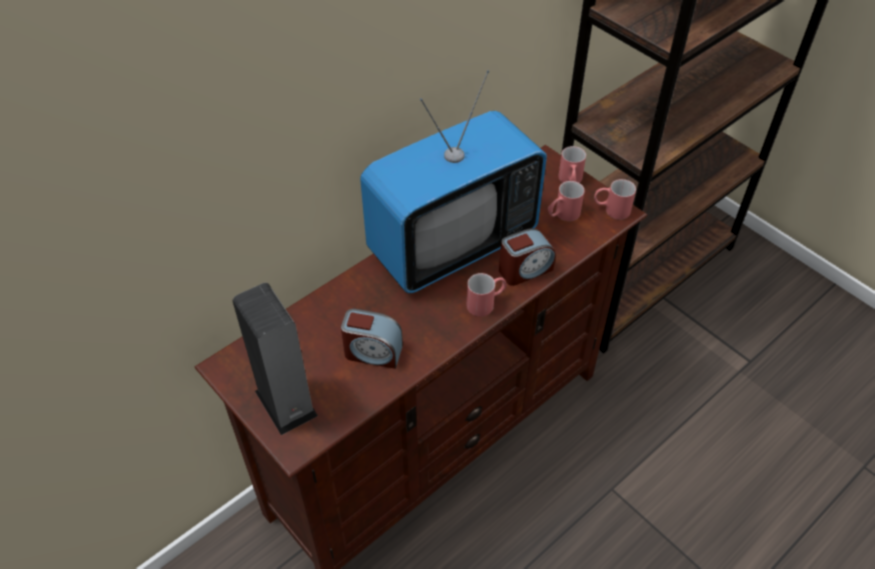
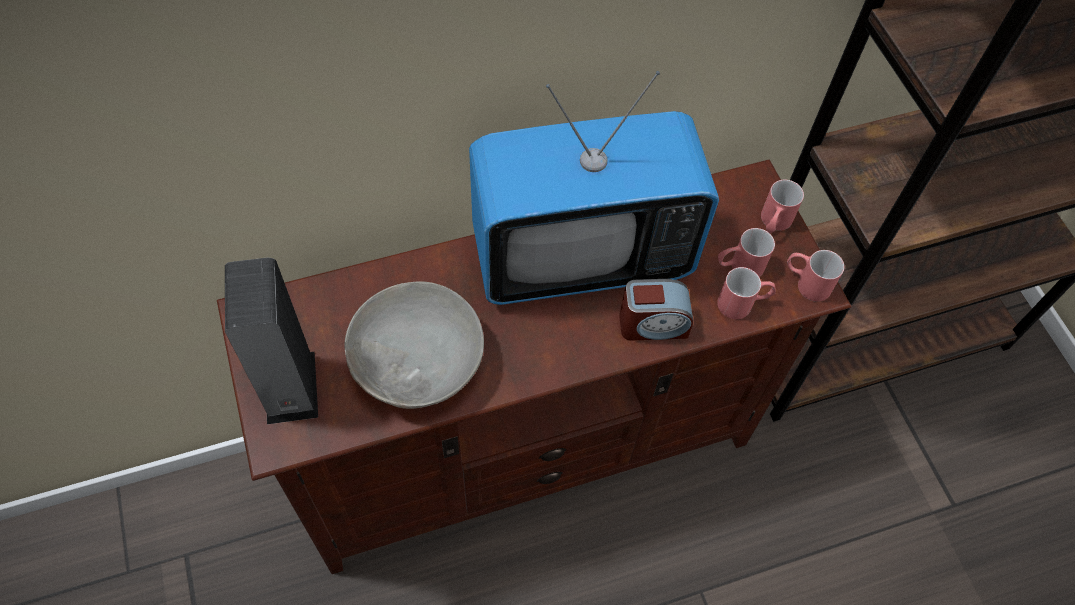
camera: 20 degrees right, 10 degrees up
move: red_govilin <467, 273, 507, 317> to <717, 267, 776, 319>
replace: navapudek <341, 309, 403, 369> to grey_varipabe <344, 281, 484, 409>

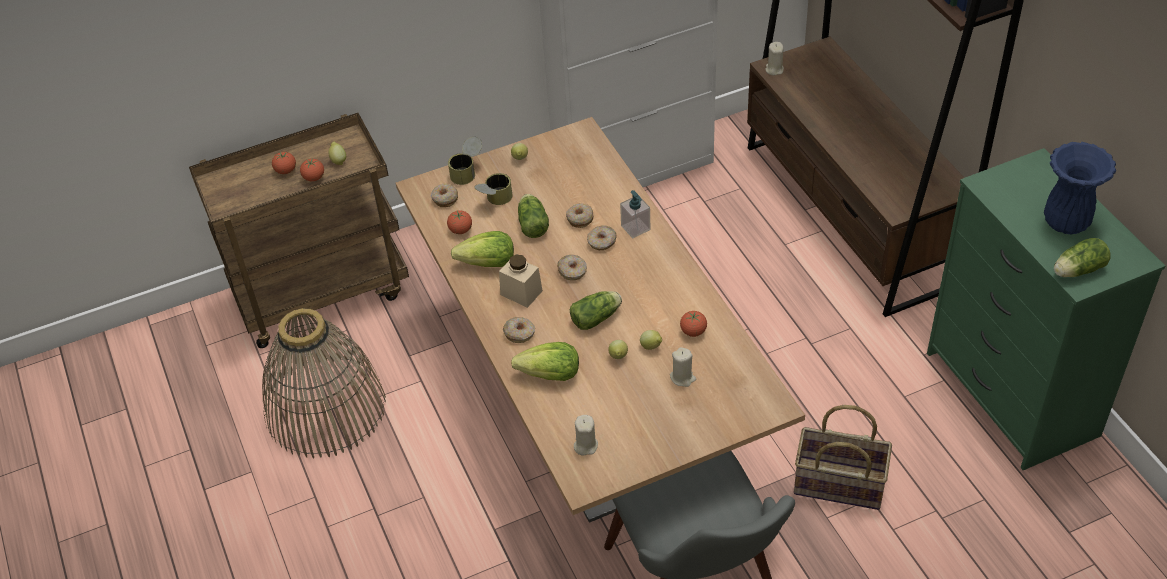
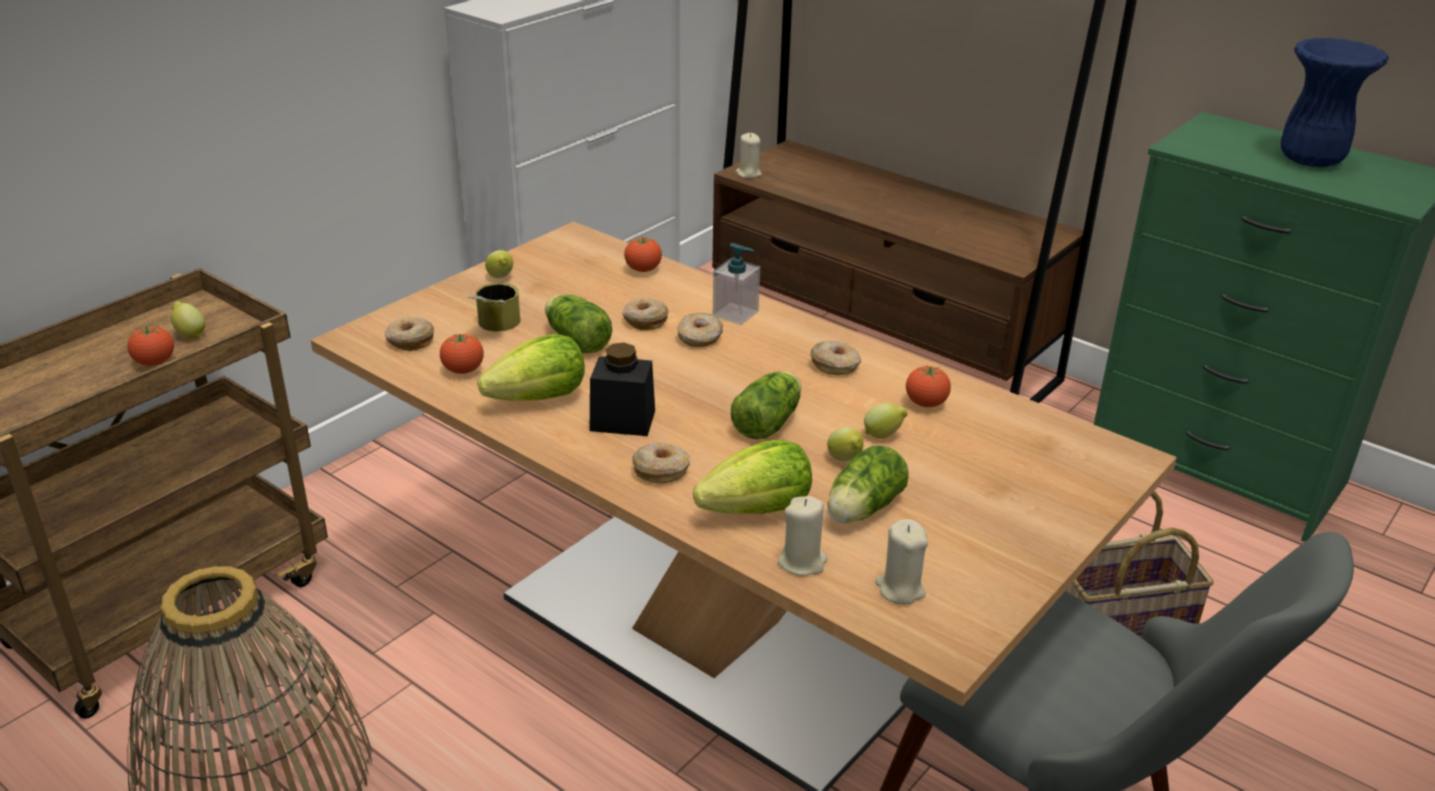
camera: 30 degrees left, 15 degrees down
delete: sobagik <448, 137, 482, 185>
move: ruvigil <272, 152, 296, 174> to <624, 237, 662, 272>; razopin <1054, 238, 1111, 277> to <828, 446, 909, 523>; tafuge <557, 255, 587, 280> to <810, 341, 861, 375>; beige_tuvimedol <670, 347, 696, 387> to <778, 496, 827, 576>
recolor: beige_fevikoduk <499, 255, 543, 308> to black_fevikoduk <590, 343, 655, 436>

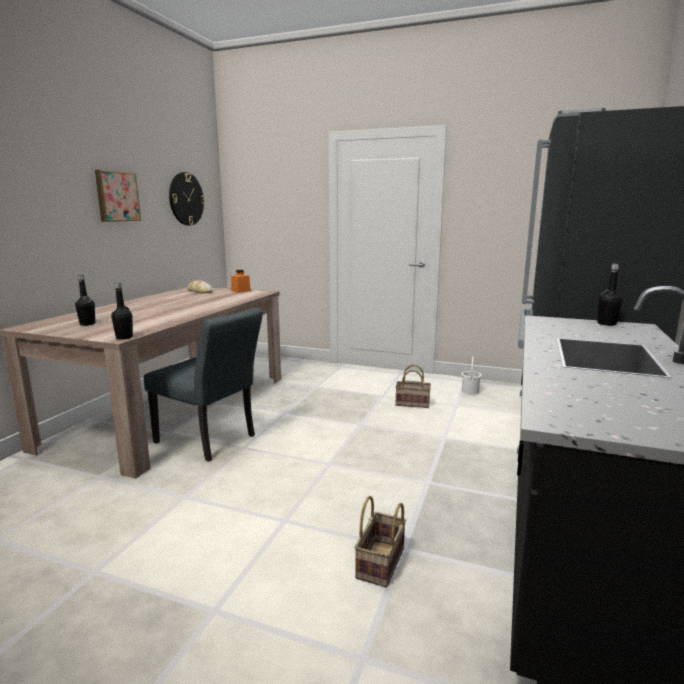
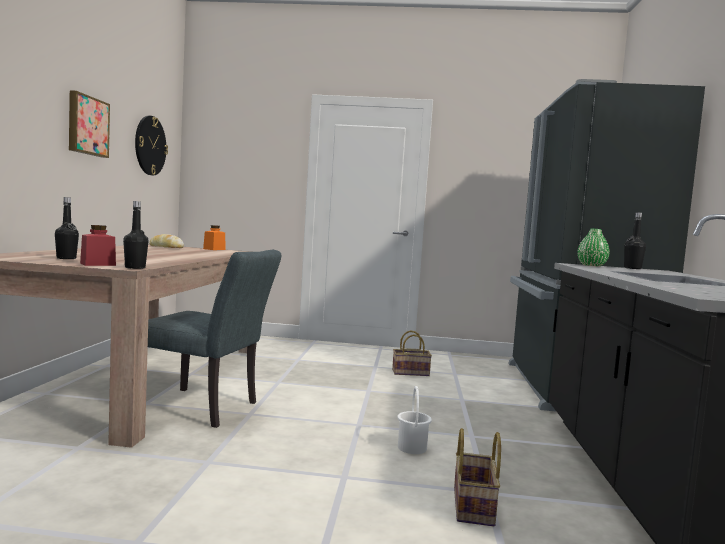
camera: 15 degrees left, 10 degrees down
insert: red_fevikoduk <80, 225, 116, 266>; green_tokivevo <577, 229, 610, 267>
move: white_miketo <461, 357, 482, 395> to <397, 386, 432, 454>

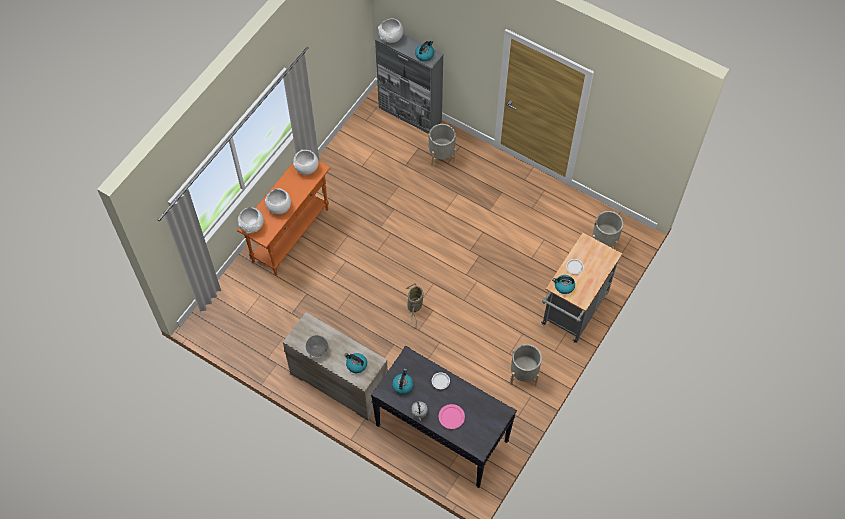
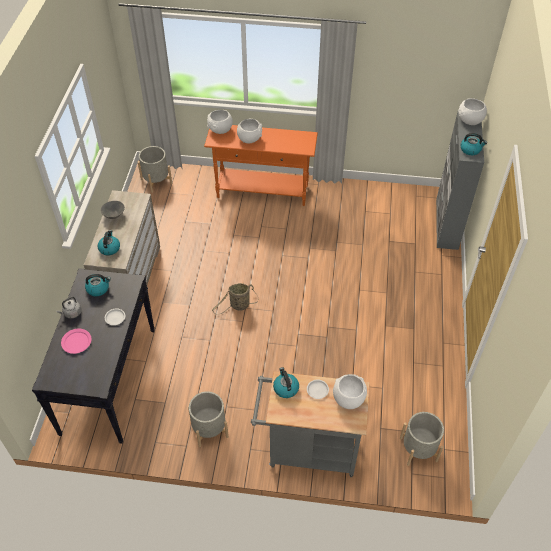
camera: 65 degrees right, 10 degrees down
move: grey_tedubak <428, 124, 456, 166> to <138, 146, 172, 193>; white_varipabe <293, 150, 319, 175> to <333, 374, 367, 409>

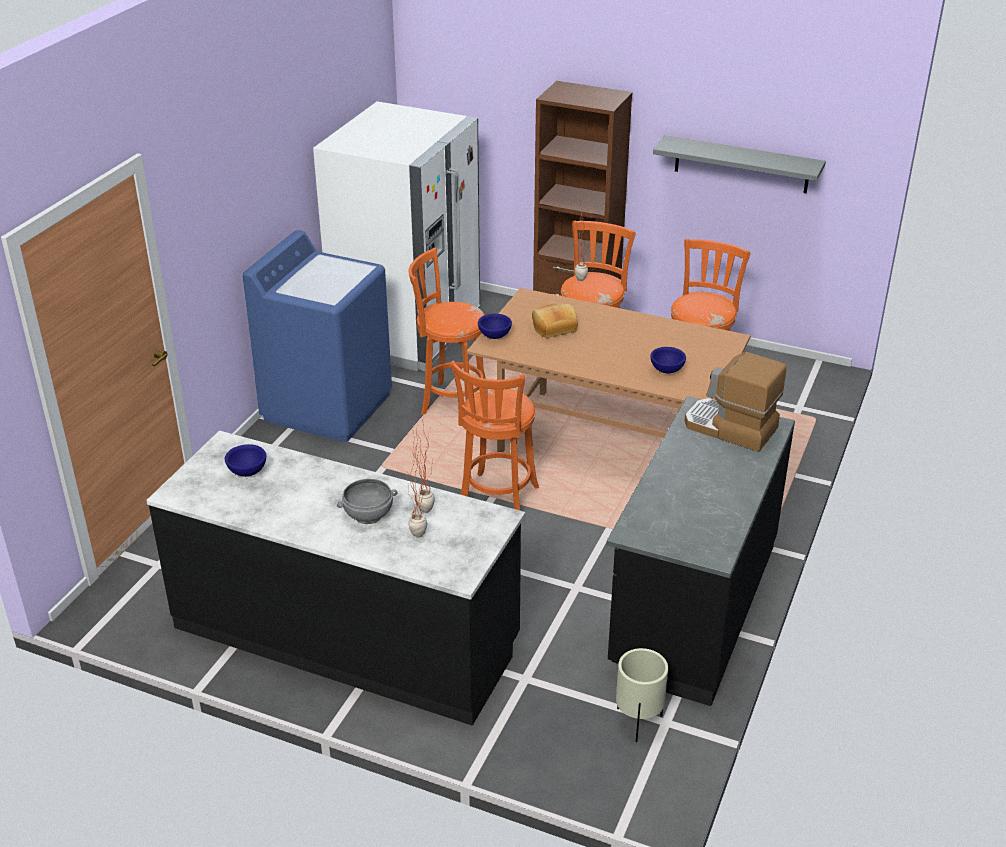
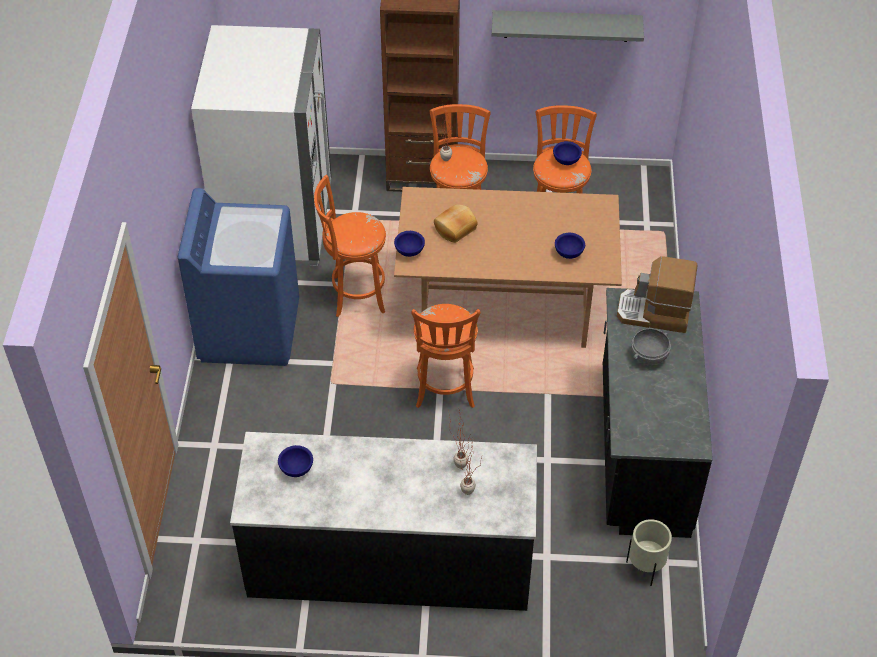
camera: 20 degrees left, 15 degrees up
insert: blue_varipabe <553, 141, 582, 165>
move: grey_varipabe <337, 479, 398, 524> to <631, 328, 671, 365>

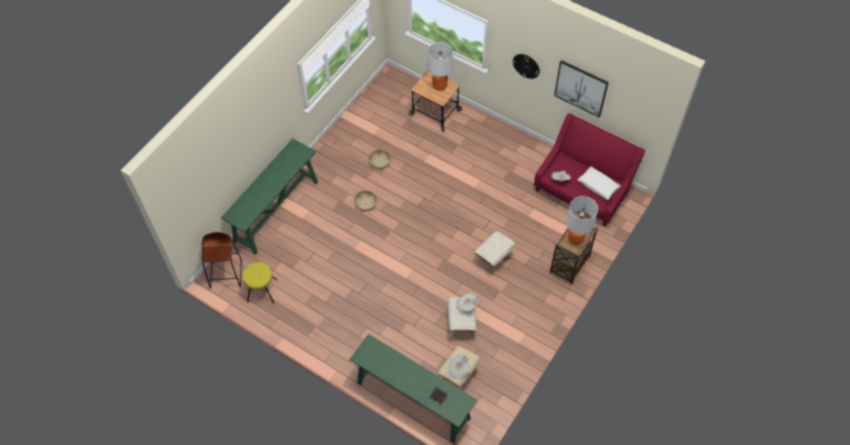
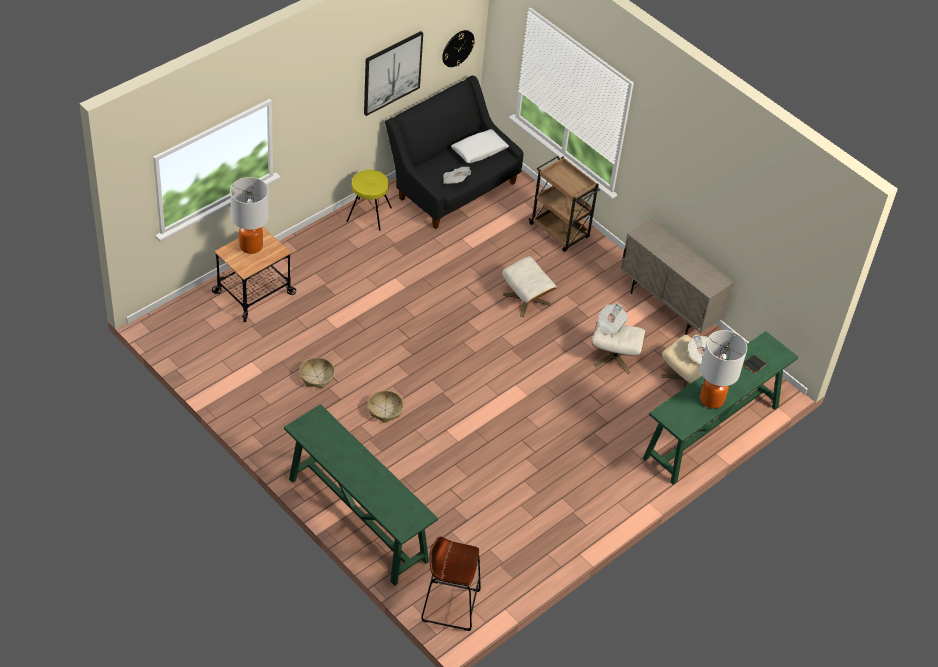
camera: 80 degrees left, 10 degrees down
insert: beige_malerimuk <620, 218, 734, 335>
move: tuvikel <512, 54, 540, 79> to <442, 30, 475, 67>; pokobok <566, 196, 598, 245> to <700, 330, 747, 409>; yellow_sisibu <243, 262, 277, 303> to <346, 170, 392, 231>
recolor: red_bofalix <534, 113, 645, 226> to black_bofalix <385, 76, 523, 229>

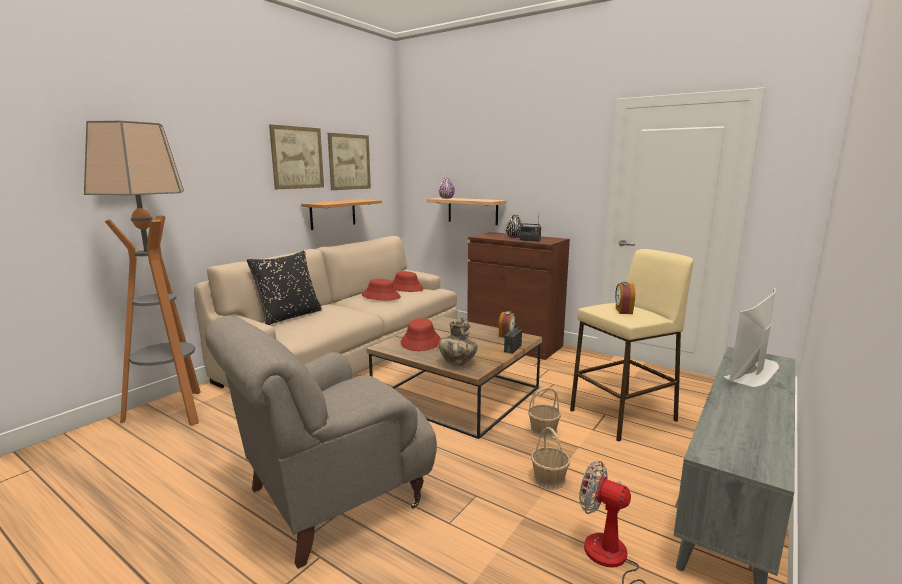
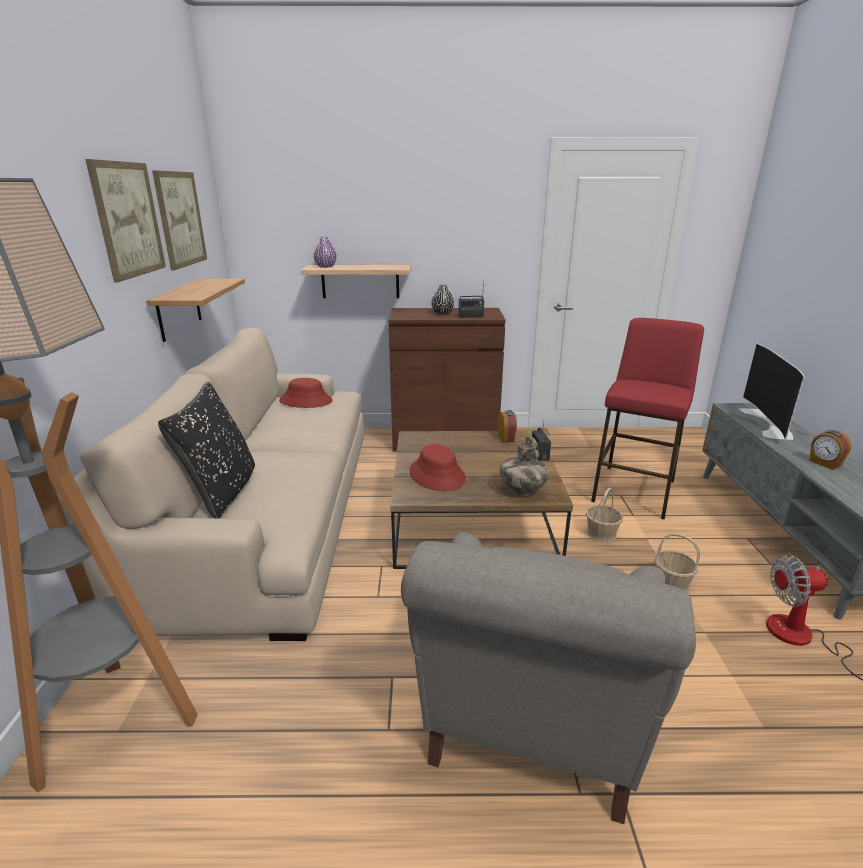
camera: 35 degrees left, 10 degrees up
delete: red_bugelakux <362, 279, 401, 300>
move: navapudek <615, 282, 635, 314> to <809, 430, 852, 470>
recolor: beige_sisibu <570, 249, 693, 442> to red_sisibu <591, 318, 704, 520>

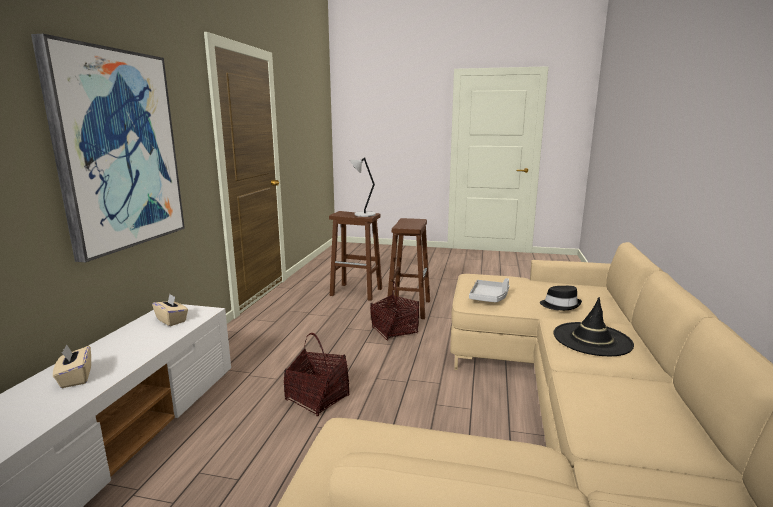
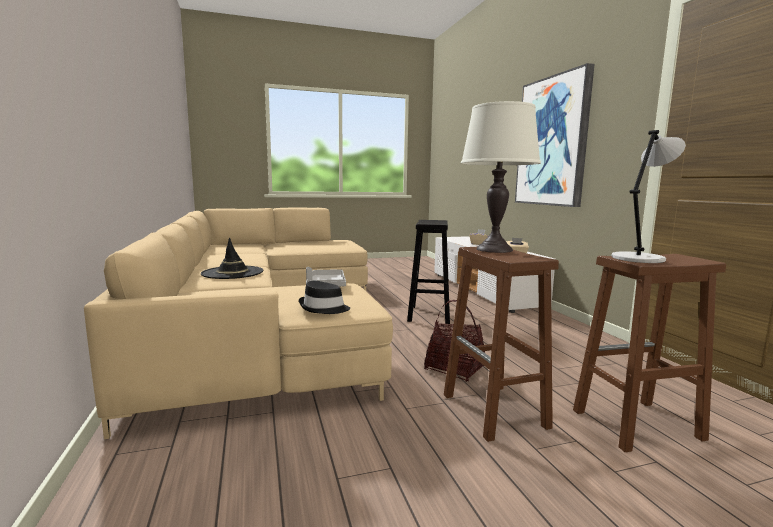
camera: 150 degrees right, 5 degrees down
insert: white_pokobok <461, 101, 541, 253>
move: black_bugelakux <540, 286, 582, 310> to <299, 281, 350, 314>
replace: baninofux <284, 333, 349, 416> to black_sisibu <407, 220, 450, 324>

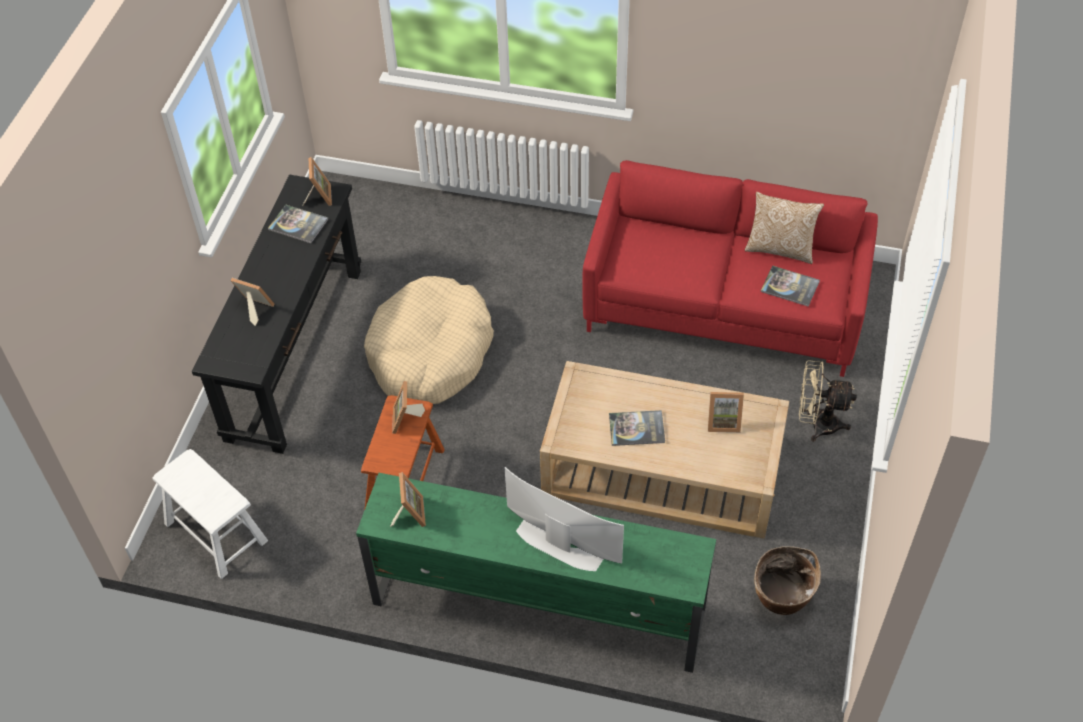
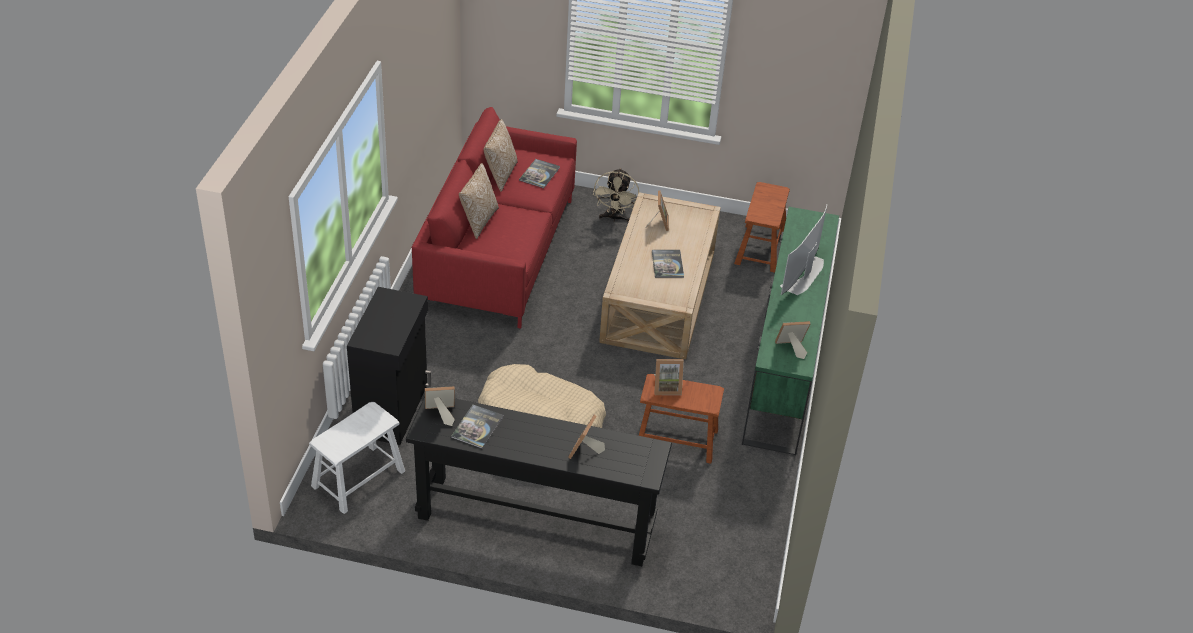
camera: 95 degrees left, 10 degrees down
insert: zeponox <459, 163, 499, 239>; black_malerimuk <347, 287, 431, 445>
move: white_sisibu <152, 449, 268, 579> to <309, 402, 405, 514>
replace: baninofux <754, 546, 821, 615> to brown_sisibu <734, 182, 790, 273>

